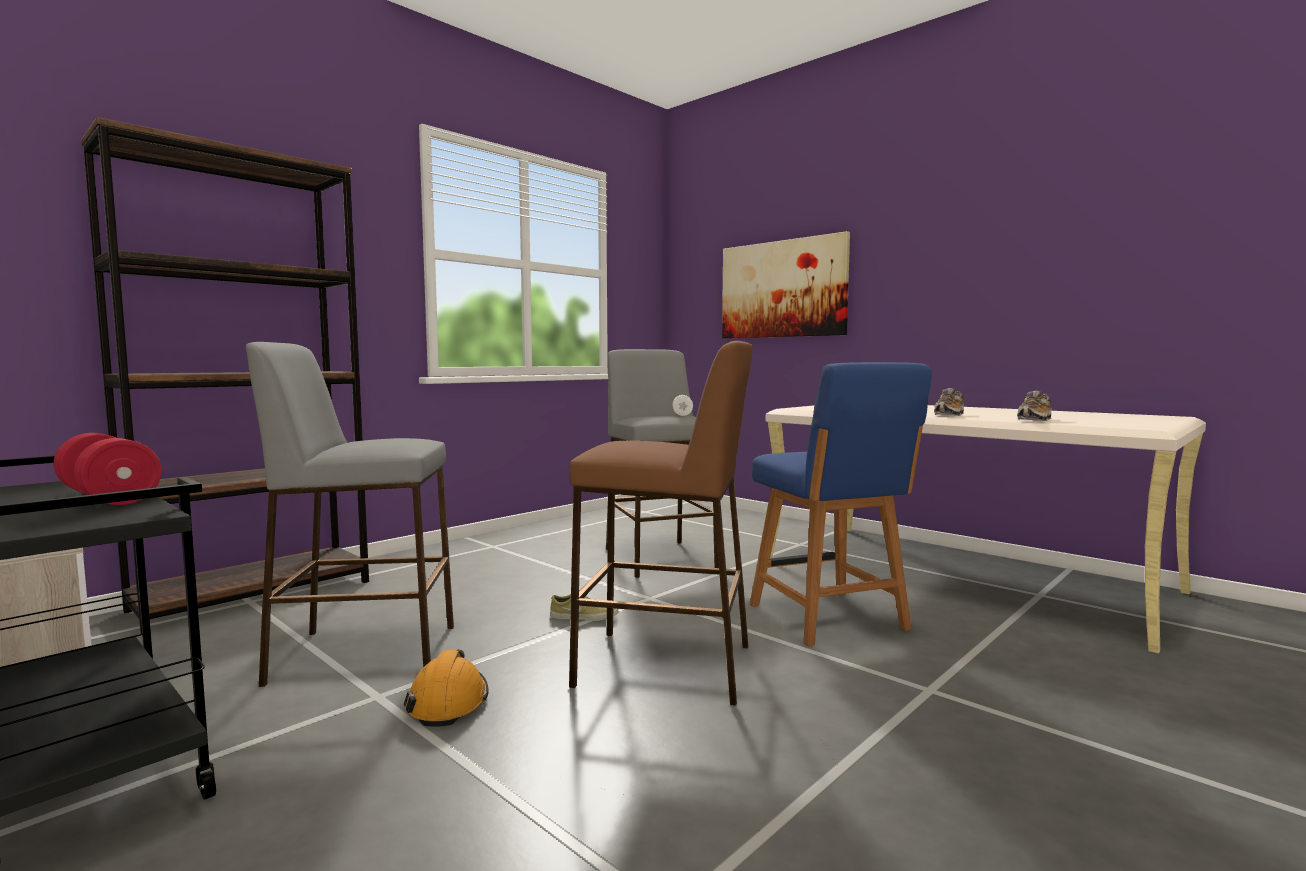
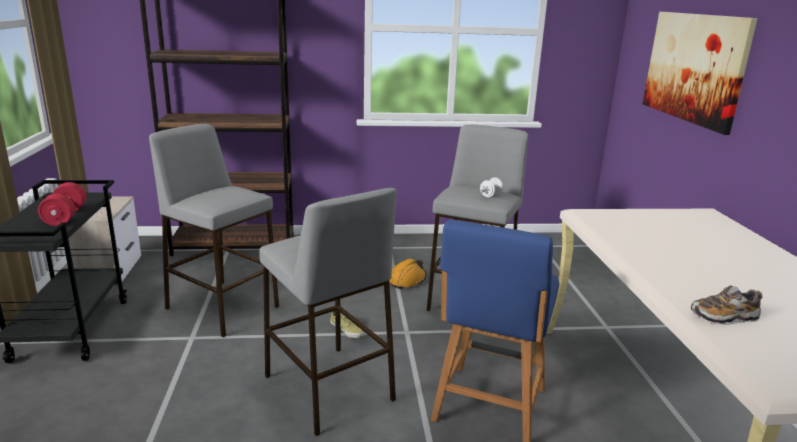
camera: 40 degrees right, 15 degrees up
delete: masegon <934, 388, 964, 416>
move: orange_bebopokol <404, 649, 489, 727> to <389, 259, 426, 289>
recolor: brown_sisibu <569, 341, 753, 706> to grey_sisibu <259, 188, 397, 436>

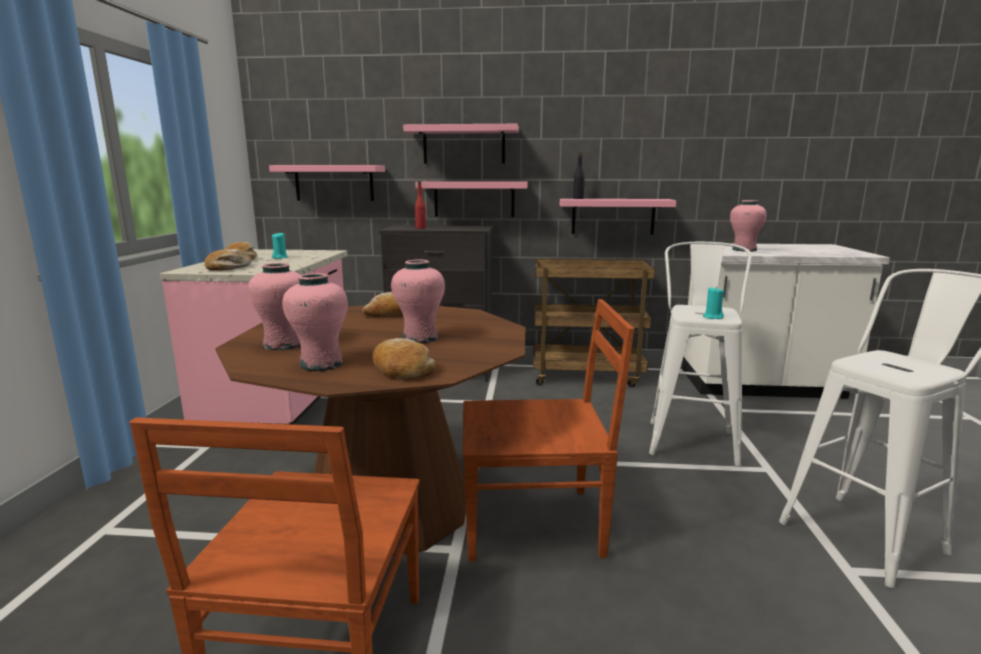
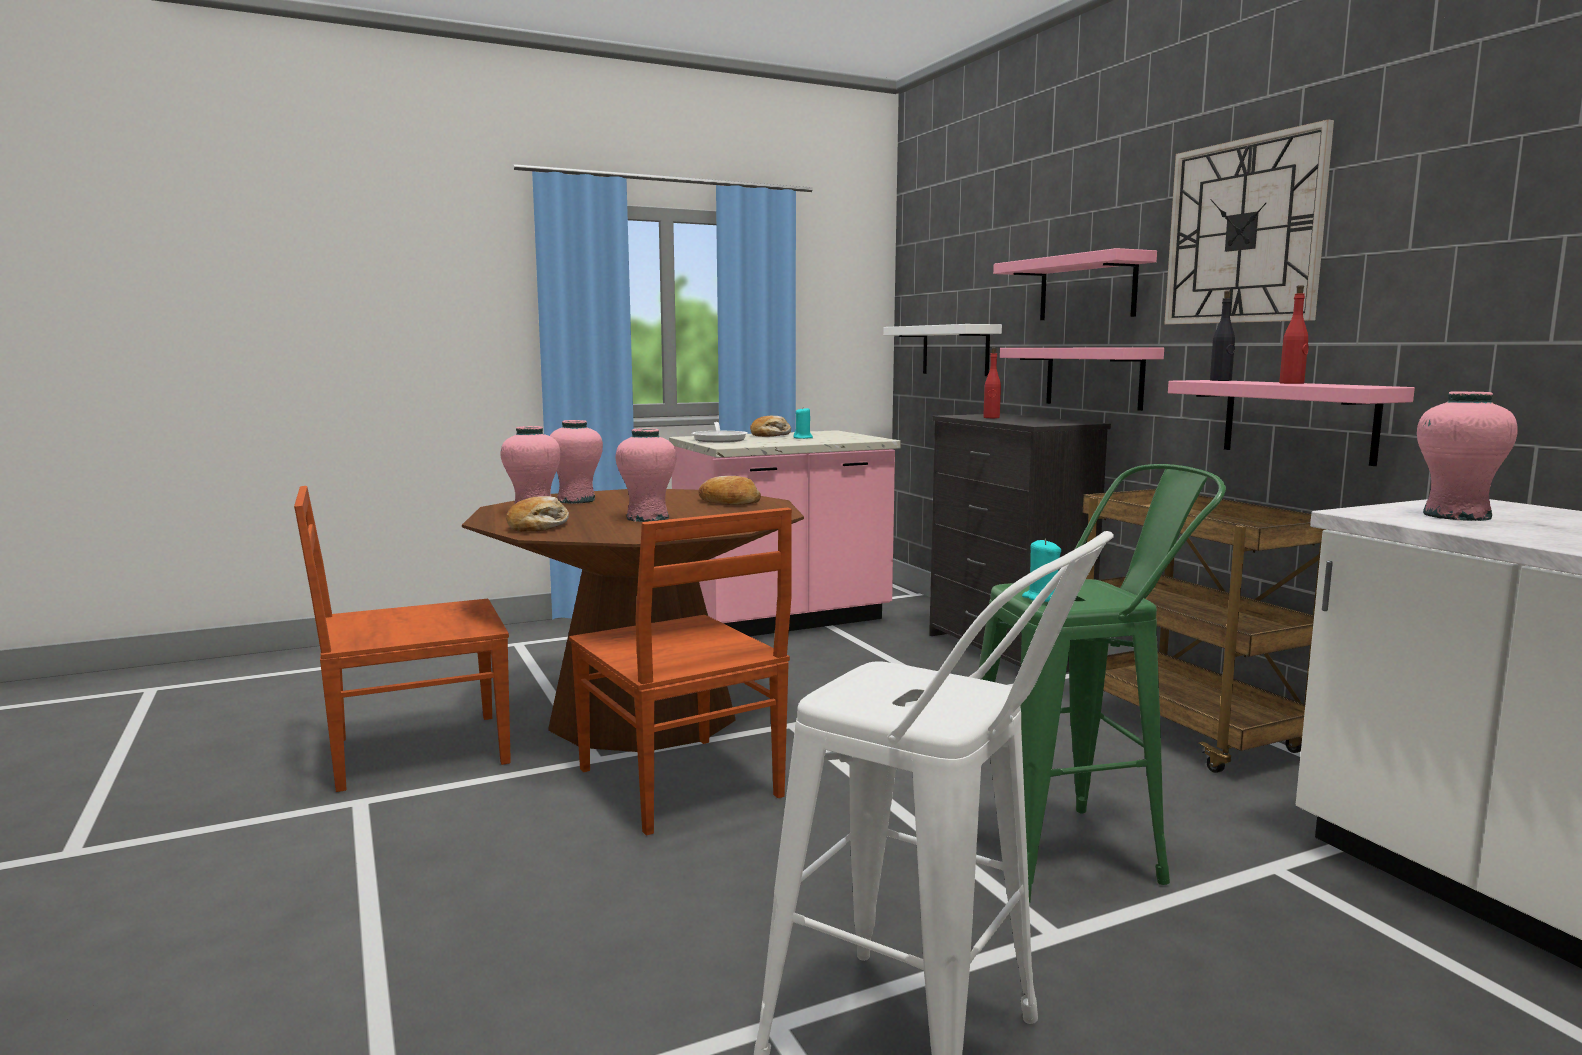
camera: 60 degrees right, 5 degrees down
insert: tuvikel <1164, 119, 1334, 325>; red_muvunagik <1279, 285, 1309, 384>
replace: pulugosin <204, 249, 252, 271> to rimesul <691, 422, 748, 442>
recolor: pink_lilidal <269, 165, 385, 201> to white_lilidal <883, 324, 1002, 376>; white_sisibu <649, 242, 752, 467> to green_sisibu <979, 464, 1226, 903>

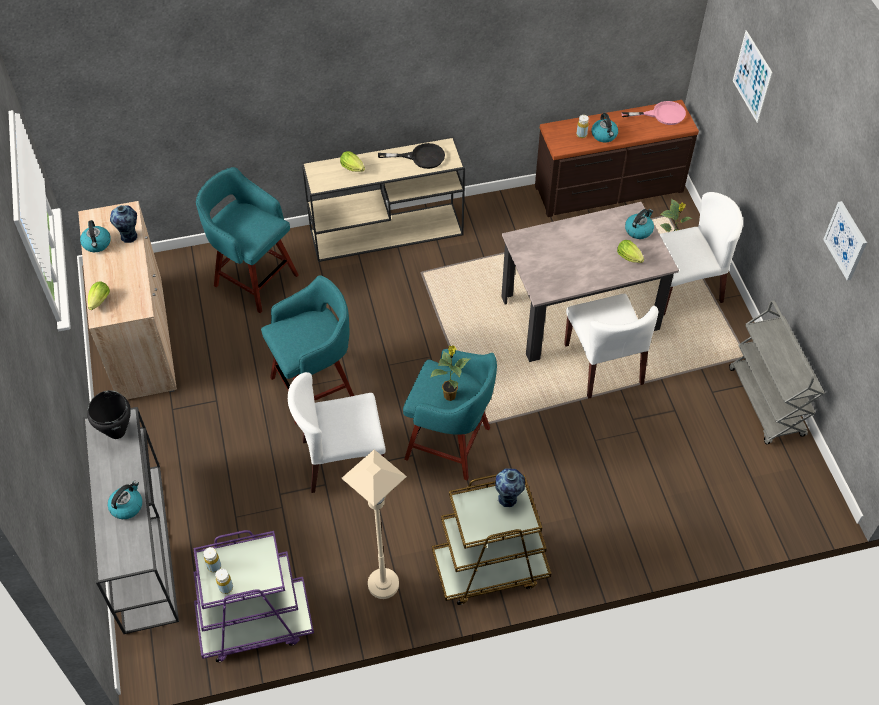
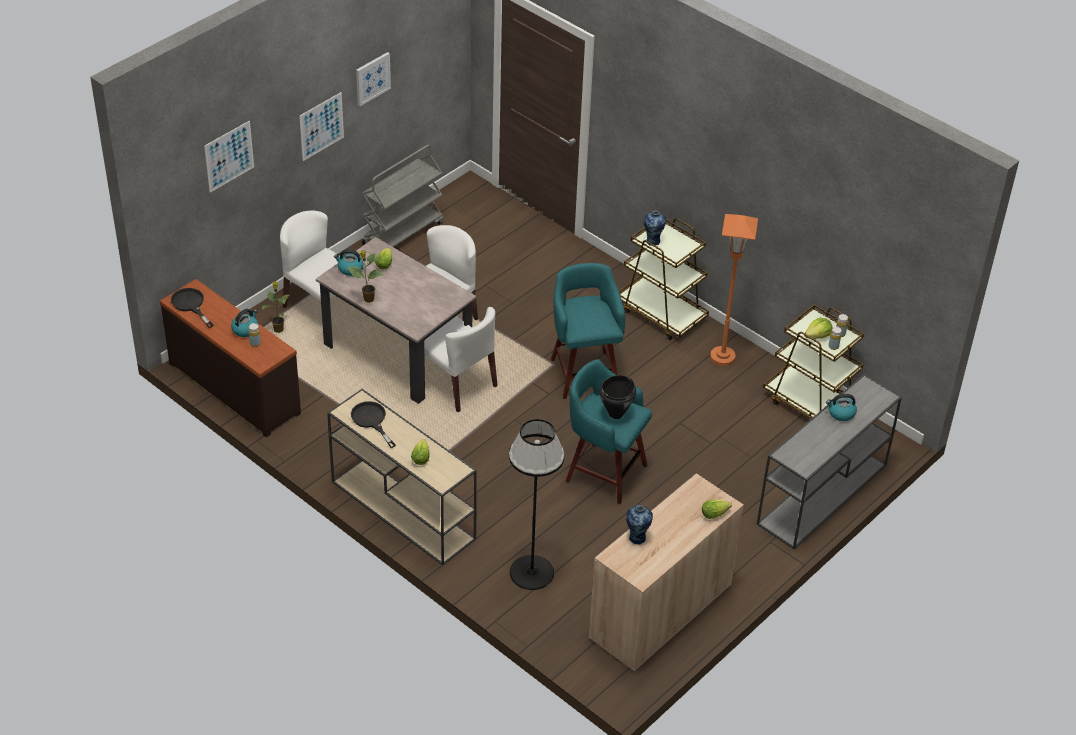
camera: 125 degrees left, 10 degrees down
delete: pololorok <80, 220, 111, 252>
insert: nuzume <299, 92, 344, 161>; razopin <804, 318, 833, 339>
move: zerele <430, 346, 471, 401> to <348, 250, 383, 303>; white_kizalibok <288, 372, 386, 493> to <424, 307, 498, 412>; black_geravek <87, 390, 131, 439> to <600, 375, 636, 419>
replace: turquoise_sisibu <196, 167, 299, 313> to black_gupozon <509, 419, 565, 590>
recolor: pink_rimesul <621, 101, 686, 125> to black_rimesul <171, 288, 214, 328>; beige_gupozon <342, 450, 407, 599> to orange_gupozon <710, 214, 758, 366>; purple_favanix <193, 530, 314, 663> to brown_favanix <763, 304, 864, 419>

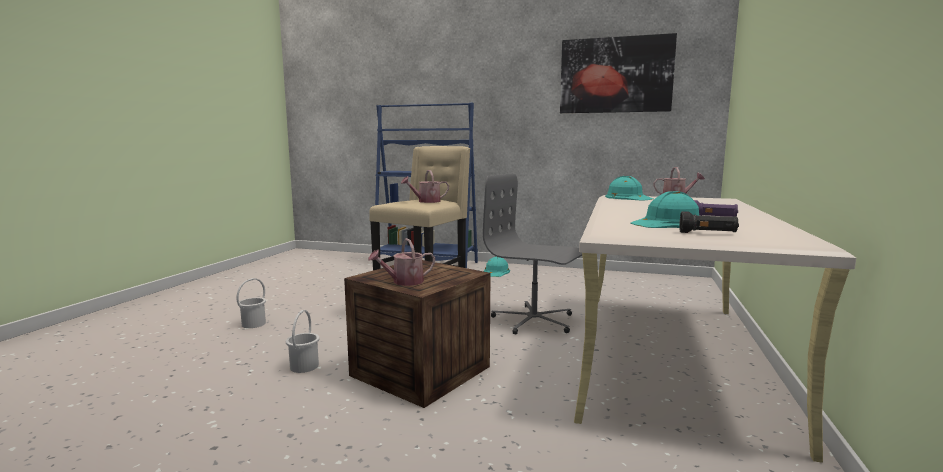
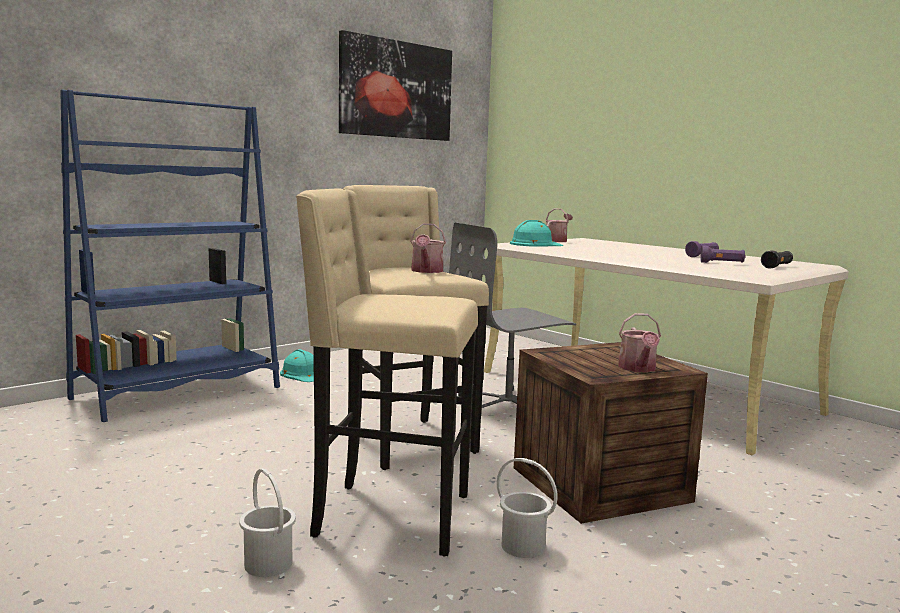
camera: 60 degrees left, 0 degrees up
insert: beige_sisibu <296, 188, 478, 556>
replace: turquoise_bebopokol <630, 191, 699, 228> to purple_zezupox <700, 245, 746, 263>

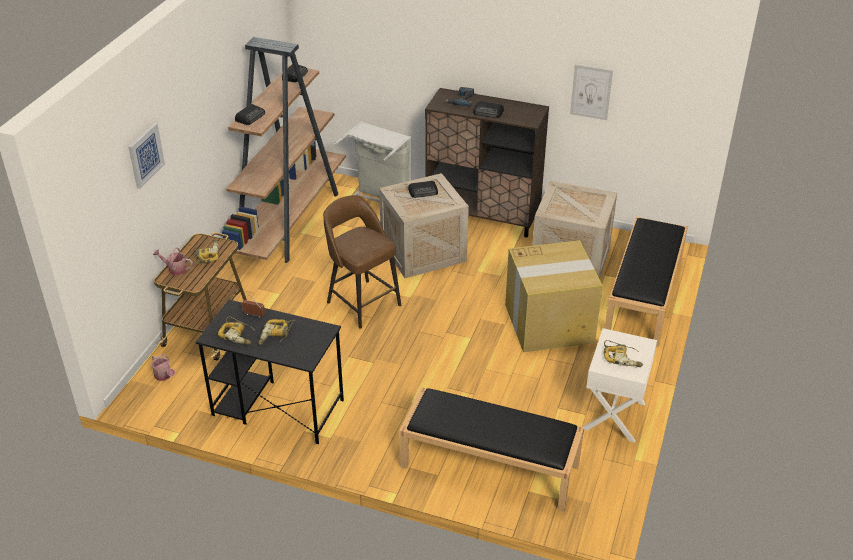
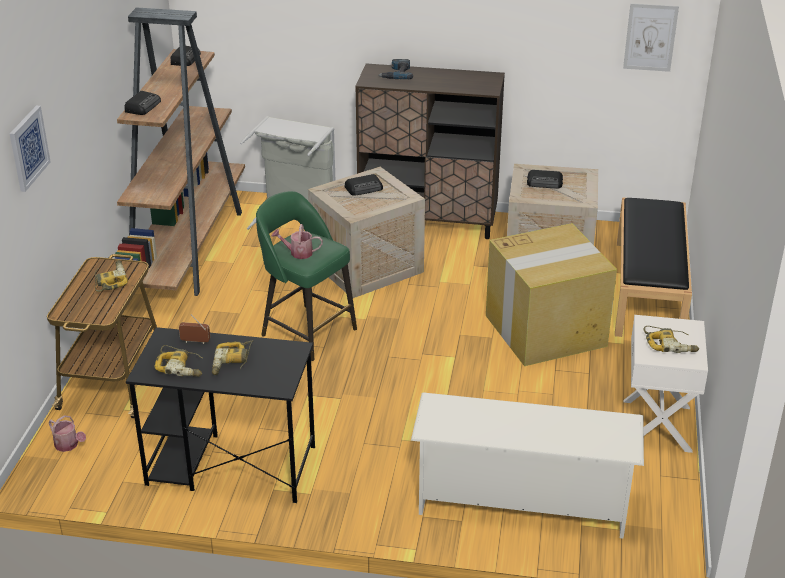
camera: 10 degrees left, 5 degrees down
move: nuzume <570, 64, 613, 120> to <623, 3, 679, 72>; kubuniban <473, 101, 504, 118> to <527, 170, 563, 188>; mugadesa <153, 248, 193, 275> to <272, 224, 323, 259>
replace: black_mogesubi <399, 387, 584, 512> to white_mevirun <411, 392, 644, 539>
recolor: brown_sisibu <323, 195, 401, 329> to green_sisibu <256, 191, 357, 361>

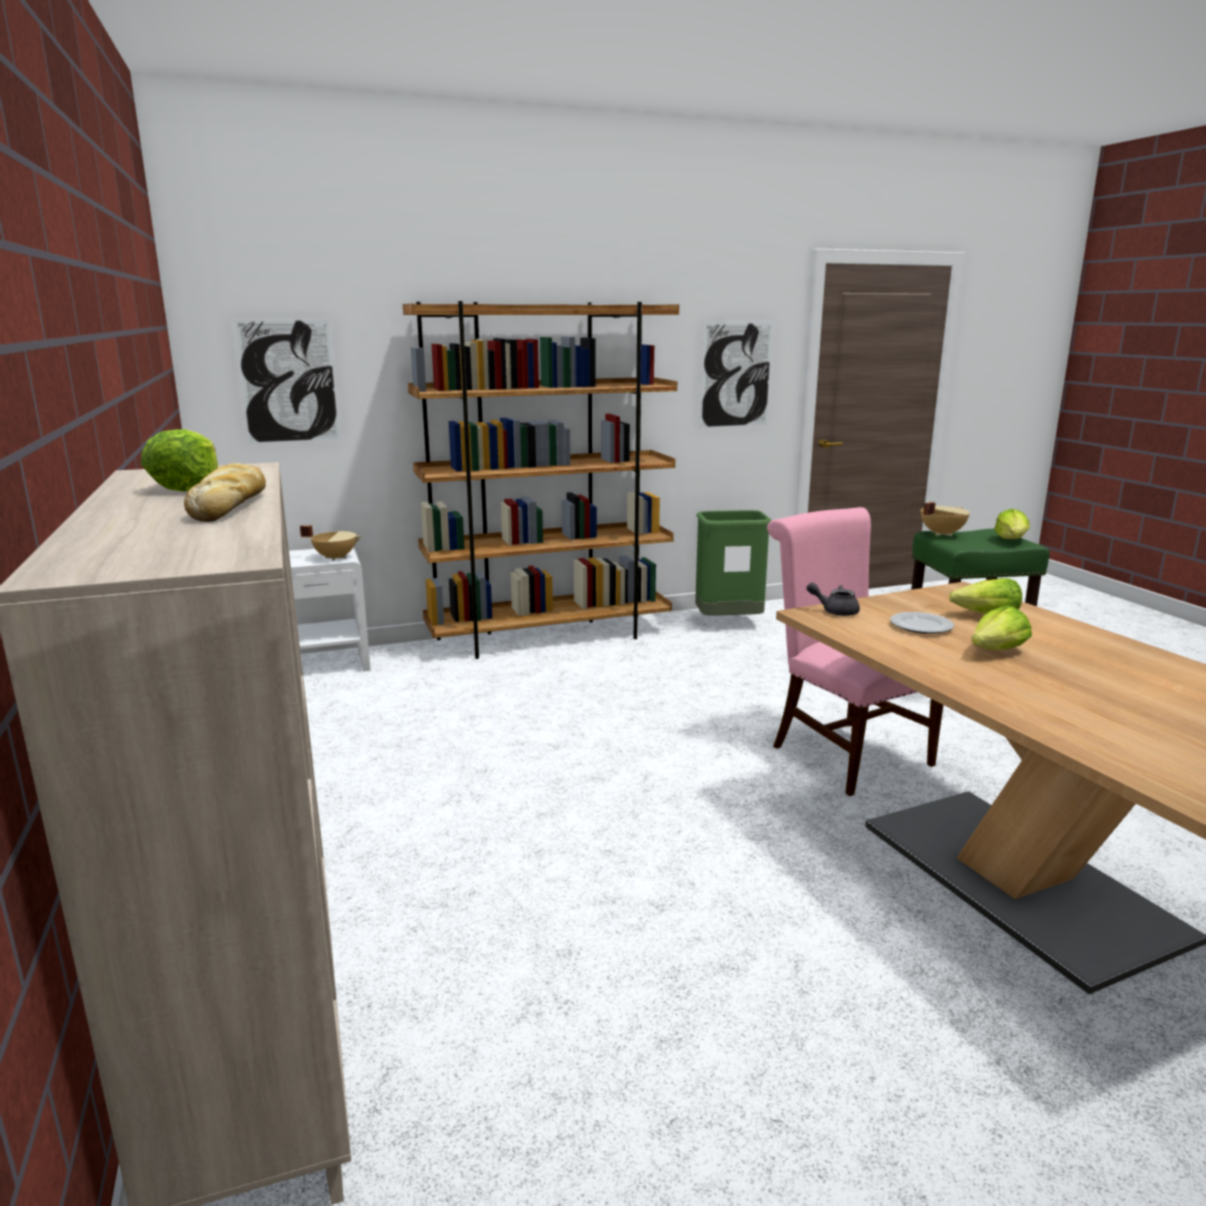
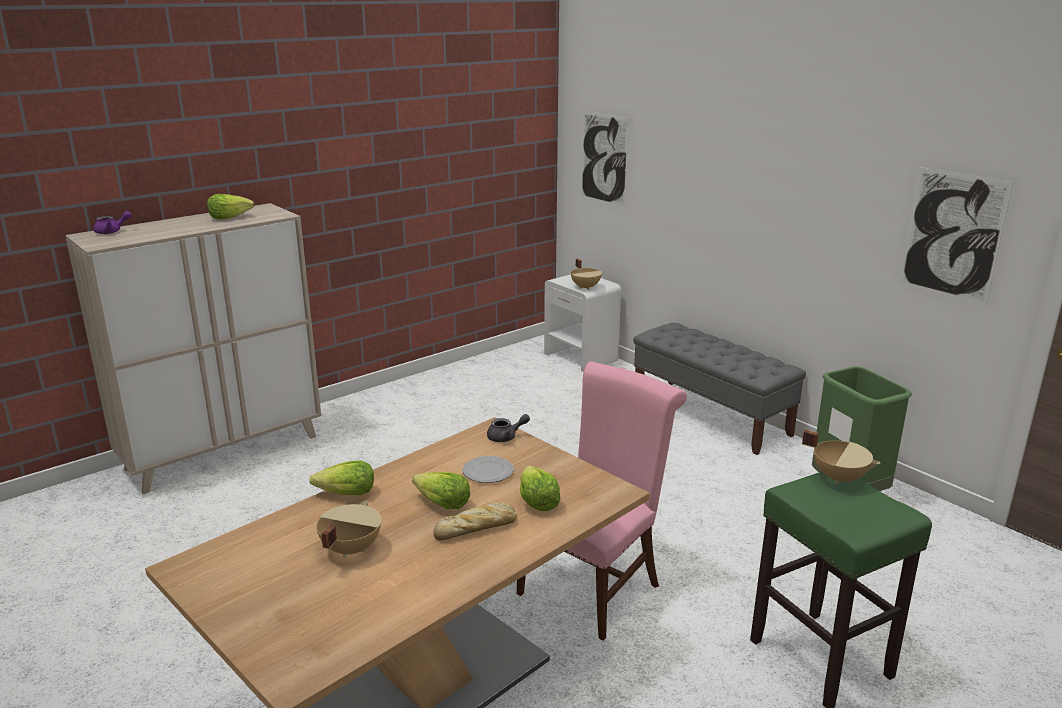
camera: 70 degrees right, 5 degrees up
insert: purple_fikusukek <94, 211, 132, 234>; beige_geravek <316, 501, 381, 558>
move: pulugosin <184, 463, 266, 522> to <433, 501, 517, 540>; razopin <994, 509, 1030, 539> to <309, 460, 374, 495>
replace: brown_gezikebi <403, 301, 679, 659> to grey_mogesubi <633, 323, 806, 455>
rotate: grey_fikusukek <807, 583, 860, 616> = <487, 414, 530, 442> 75 degrees clockwise

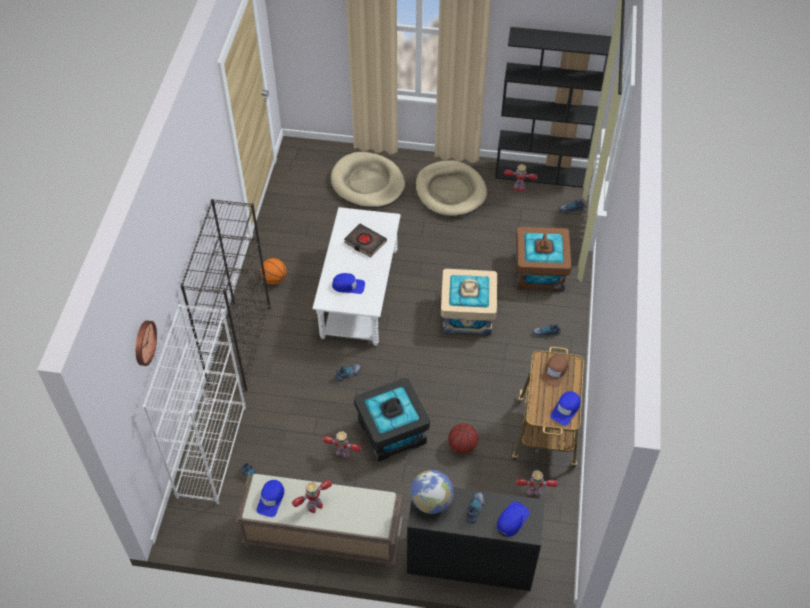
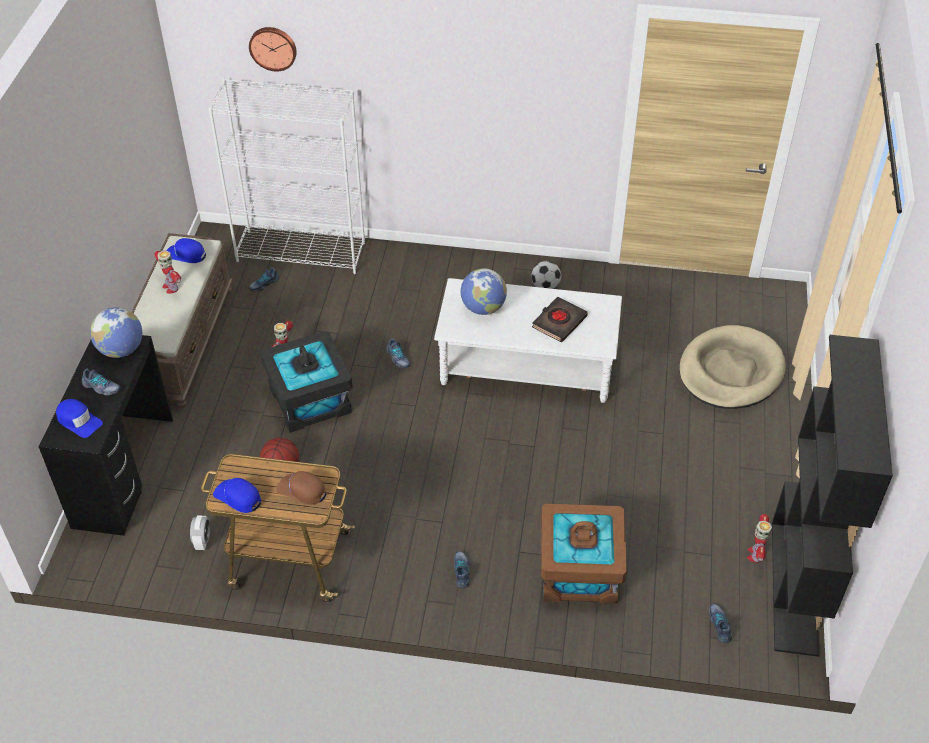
camera: 90 degrees right, 5 degrees down
delete: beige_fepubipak <416, 160, 487, 217>; black_gezikebi <180, 199, 270, 391>; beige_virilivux <441, 269, 497, 335>
replace: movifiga <260, 258, 287, 285> to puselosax <531, 261, 561, 289>; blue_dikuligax <332, 273, 365, 294> to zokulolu <461, 268, 507, 315>; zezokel <516, 470, 558, 496> to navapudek <190, 515, 210, 550>

